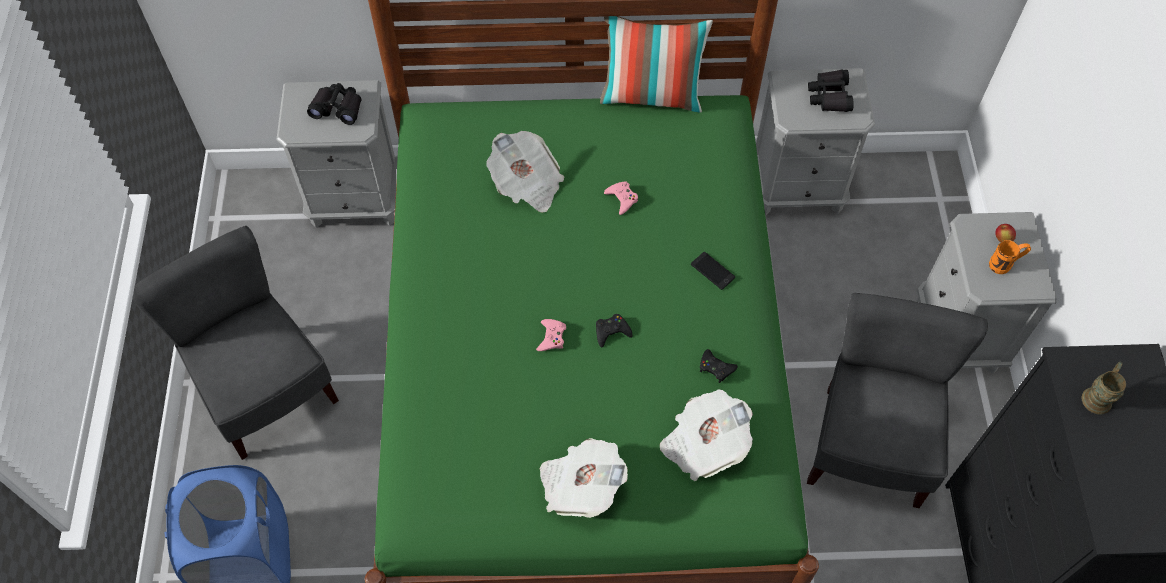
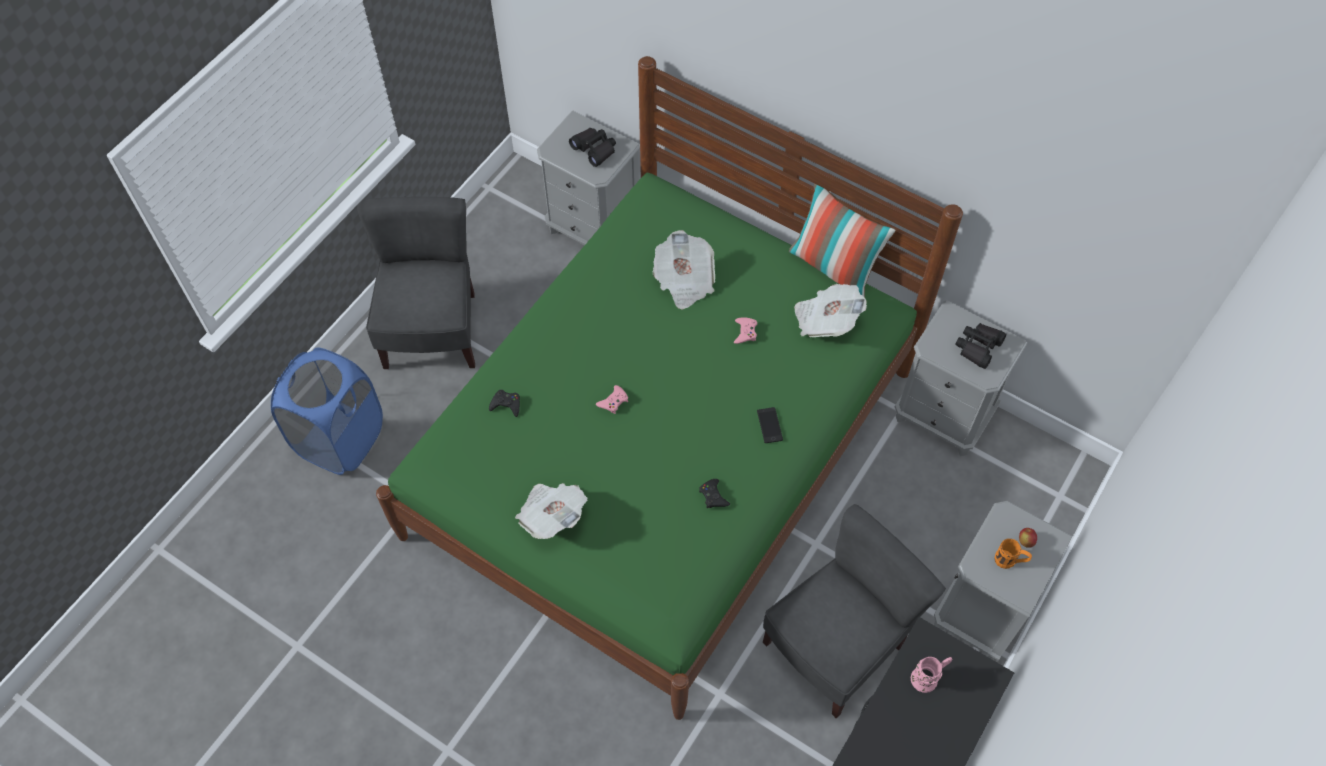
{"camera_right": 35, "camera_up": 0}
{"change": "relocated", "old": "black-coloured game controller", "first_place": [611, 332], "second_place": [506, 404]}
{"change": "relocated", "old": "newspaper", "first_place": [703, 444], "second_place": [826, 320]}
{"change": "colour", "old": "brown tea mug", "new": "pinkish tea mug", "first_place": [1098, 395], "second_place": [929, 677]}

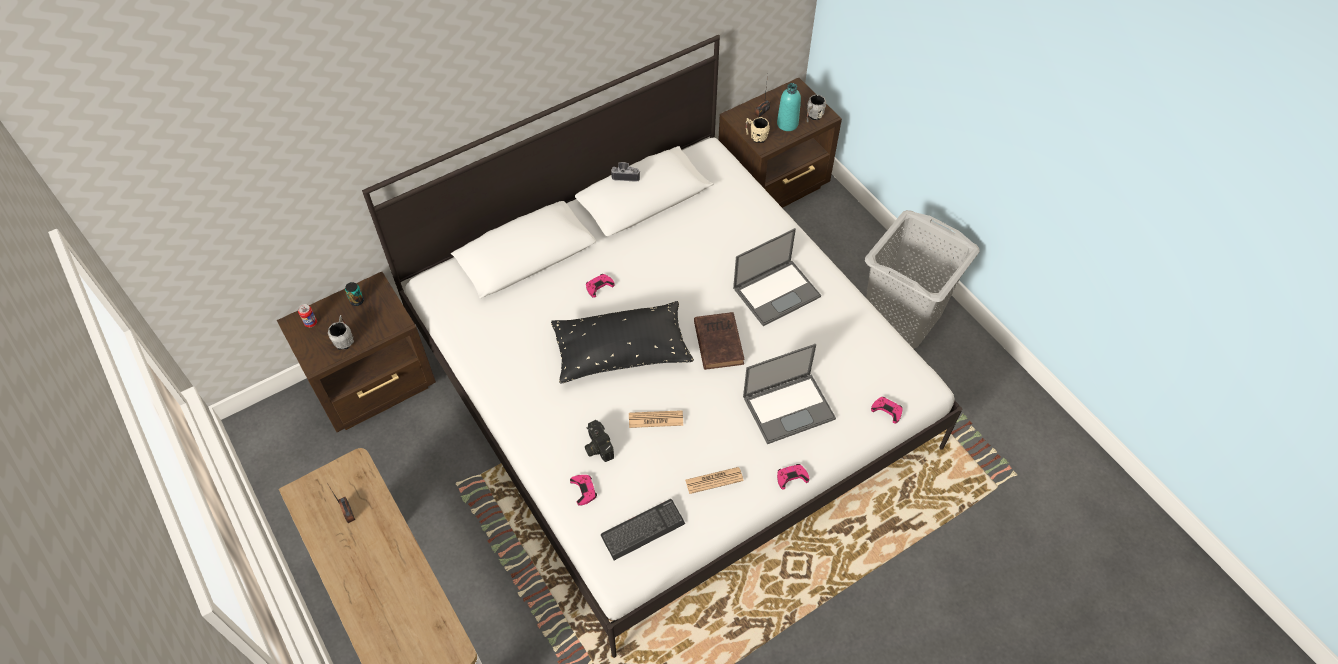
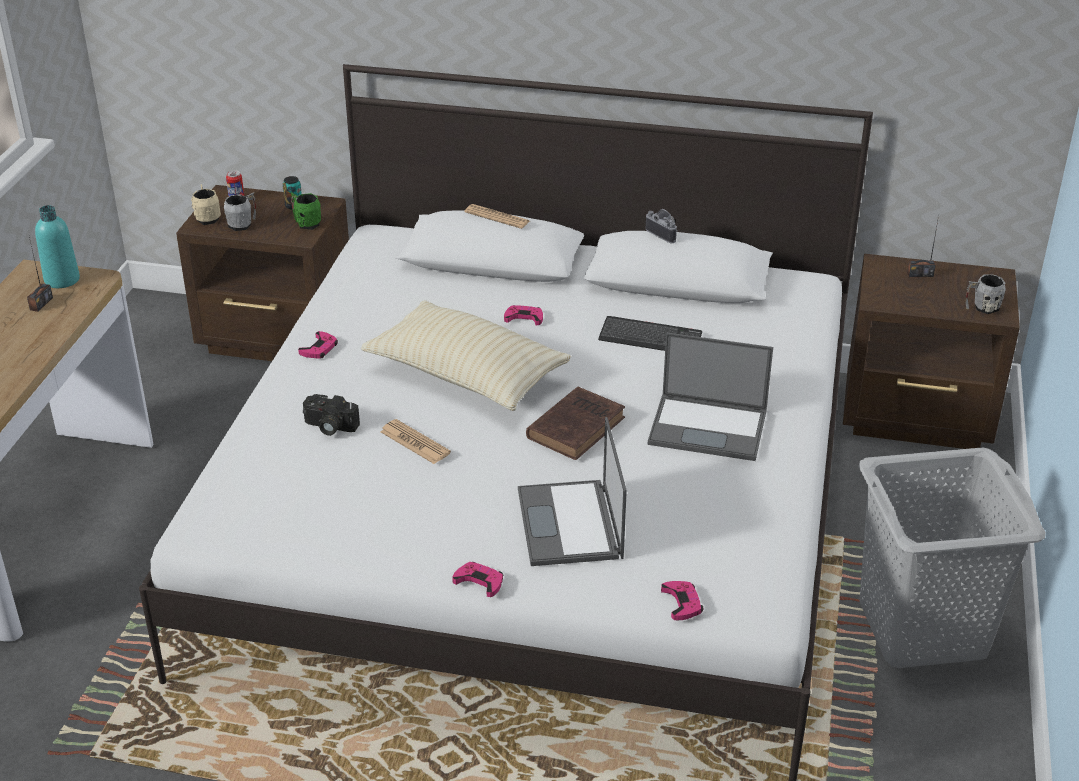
{"camera_right": 45, "camera_up": -20}
{"change": "relocated", "old": "turquoise bottle", "first_place": [787, 124], "second_place": [62, 280]}
{"change": "relocated", "old": "beige tea mug", "first_place": [756, 137], "second_place": [207, 217]}
{"change": "appeared", "new": "green tea mug", "second_place": [306, 223]}
{"change": "relocated", "old": "pinkish game controller", "first_place": [584, 490], "second_place": [319, 349]}
{"change": "spun", "old": "photo camera", "first_place": [597, 446], "second_place": [329, 427], "degrees": -90}
{"change": "colour", "old": "black-coloured pillow", "new": "beige pillow", "first_place": [621, 352], "second_place": [466, 375]}
{"change": "relocated", "old": "newspaper", "first_place": [714, 480], "second_place": [497, 217]}
{"change": "spun", "old": "notebook computer", "first_place": [789, 407], "second_place": [570, 525], "degrees": 60}
{"change": "relocated", "old": "PC keyboard", "first_place": [643, 530], "second_place": [650, 338]}

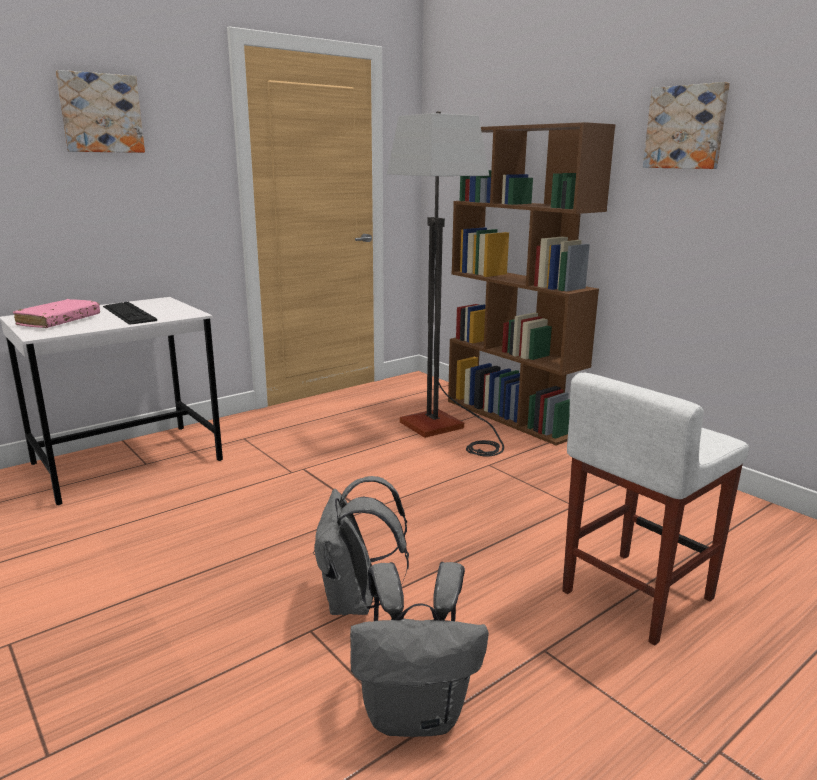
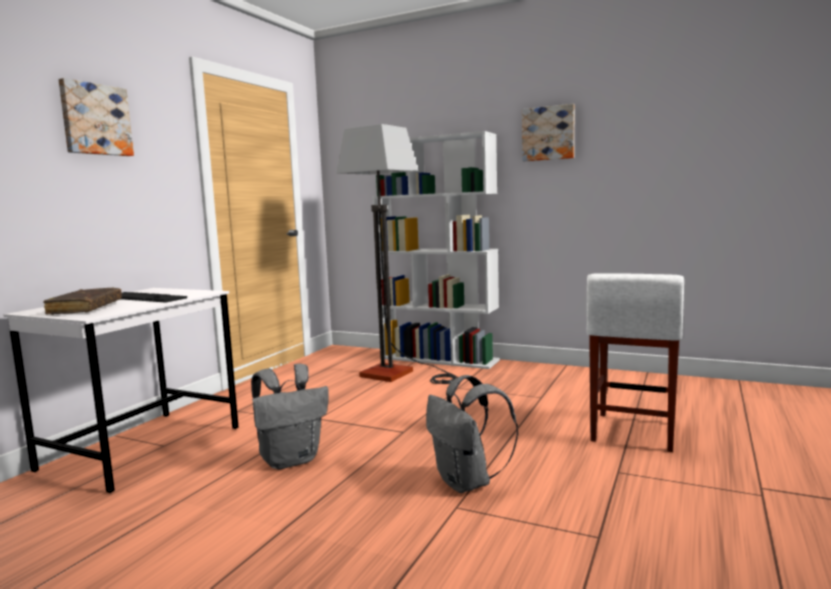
{"camera_right": -25, "camera_up": -10}
{"change": "colour", "old": "pinkish book", "new": "brown book", "first_place": [59, 321], "second_place": [85, 308]}
{"change": "relocated", "old": "greyish backpack", "first_place": [416, 714], "second_place": [291, 460]}
{"change": "colour", "old": "brown bookshelf", "new": "white-coloured bookshelf", "first_place": [513, 417], "second_place": [439, 359]}

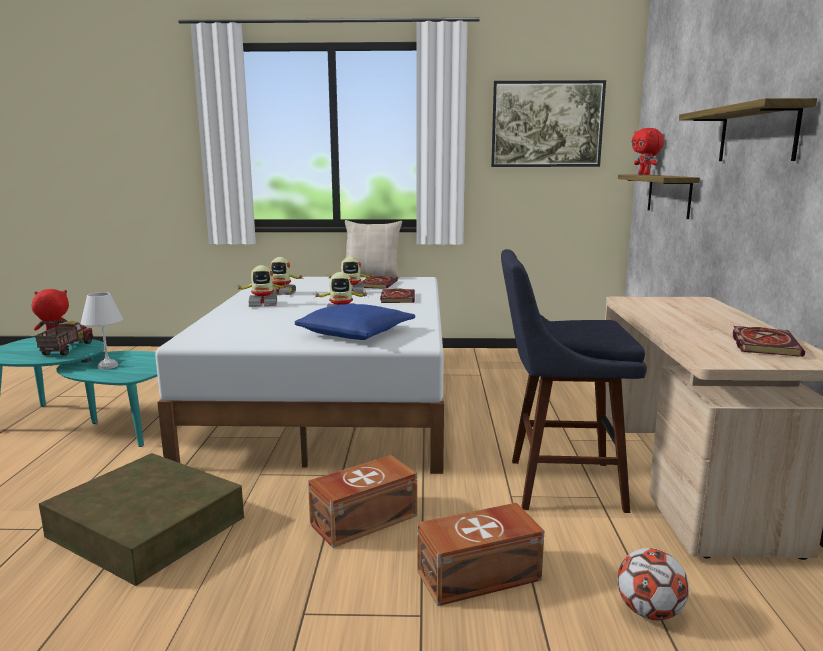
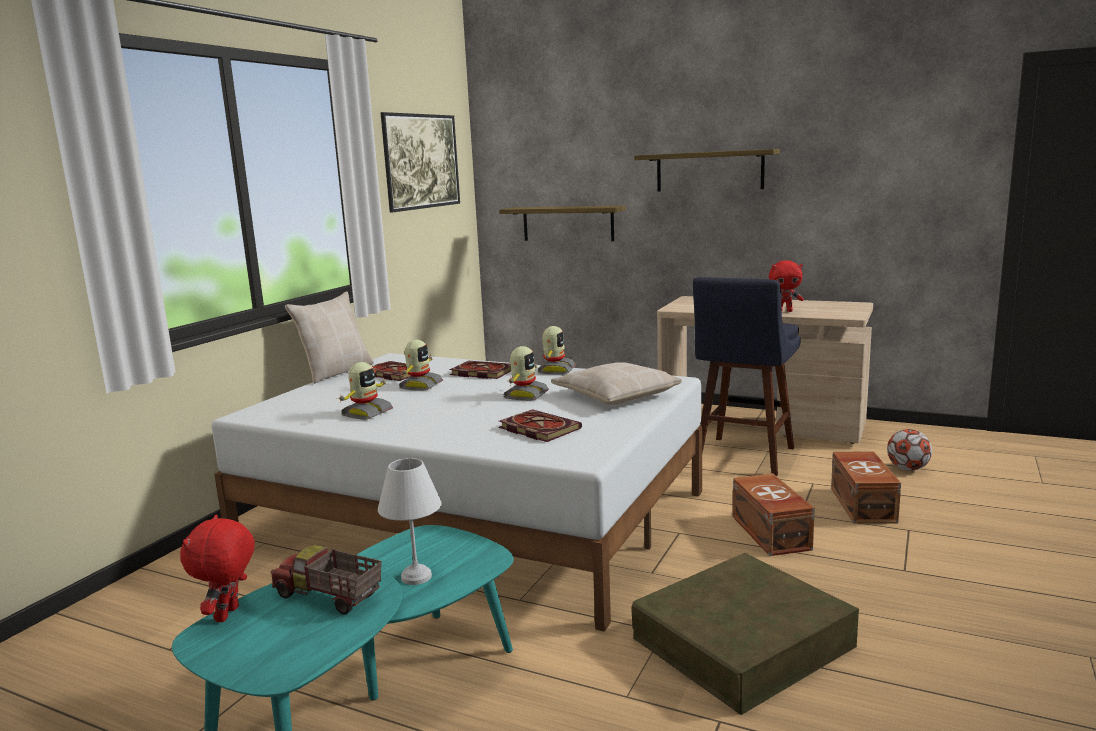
{"camera_right": -65, "camera_up": 0}
{"change": "relocated", "old": "book", "first_place": [763, 344], "second_place": [537, 429]}
{"change": "relocated", "old": "model robot", "first_place": [263, 304], "second_place": [555, 370]}
{"change": "colour", "old": "blue pillow", "new": "beige pillow", "first_place": [356, 332], "second_place": [615, 395]}
{"change": "relocated", "old": "reddish plush toy", "first_place": [645, 174], "second_place": [784, 311]}

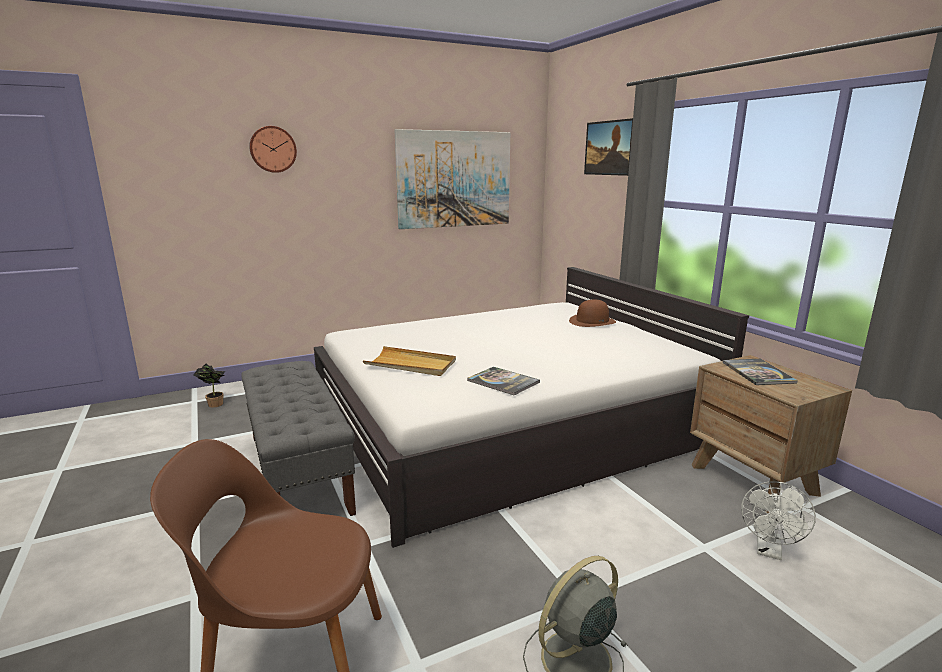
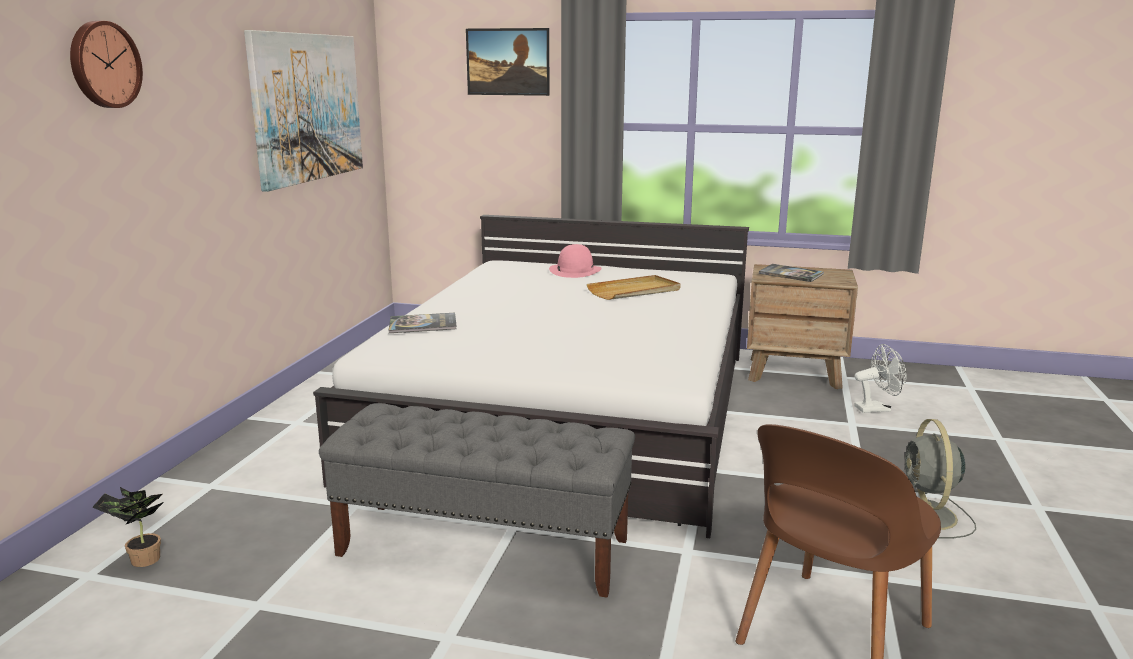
{"camera_right": -50, "camera_up": 0}
{"change": "relocated", "old": "book", "first_place": [503, 382], "second_place": [423, 324]}
{"change": "colour", "old": "brown wearable hat", "new": "pinkish wearable hat", "first_place": [592, 321], "second_place": [575, 270]}
{"change": "relocated", "old": "beige carrying tray", "first_place": [411, 364], "second_place": [634, 291]}
{"change": "spun", "old": "white-coloured cooling fan", "first_place": [769, 551], "second_place": [877, 408], "degrees": -75}

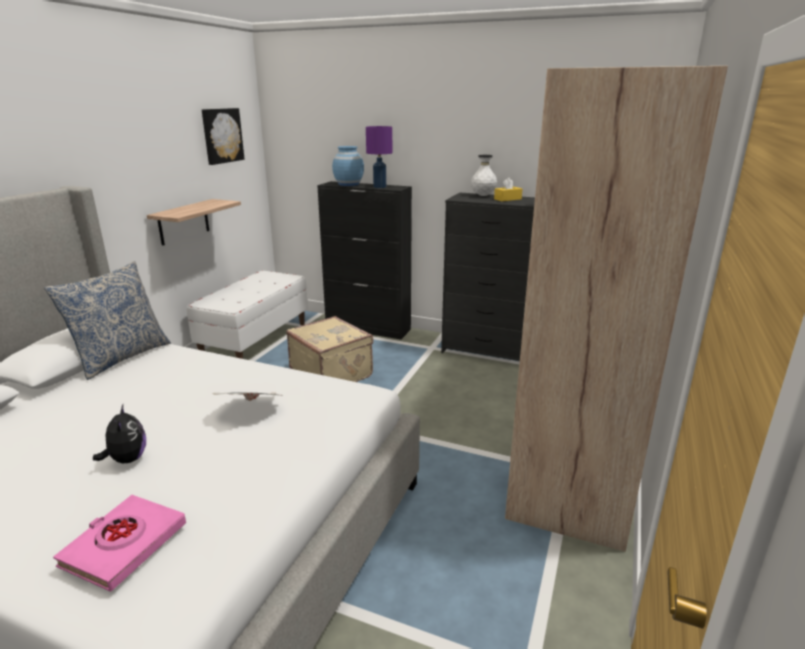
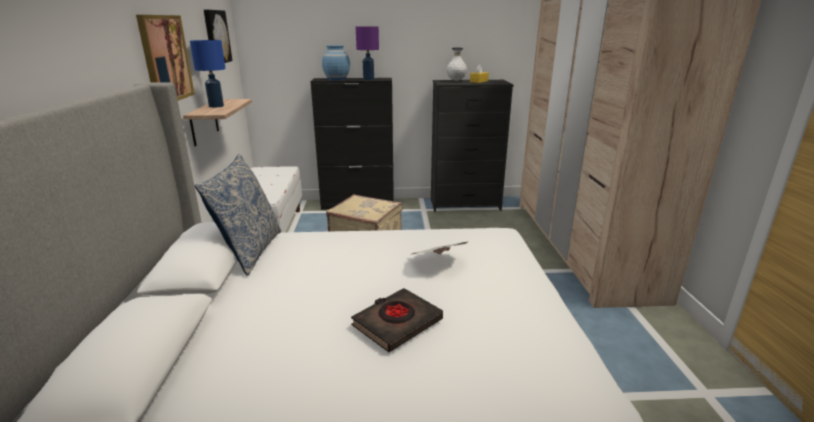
{"camera_right": -25, "camera_up": 0}
{"change": "appeared", "new": "wall picture", "second_place": [165, 59]}
{"change": "appeared", "new": "blue lamp for a table", "second_place": [217, 106]}
{"change": "exchanged", "old": "plush toy", "new": "black-coloured book", "first_place": [127, 459], "second_place": [397, 323]}
{"change": "missing", "old": "pinkish book", "first_place": [124, 545]}

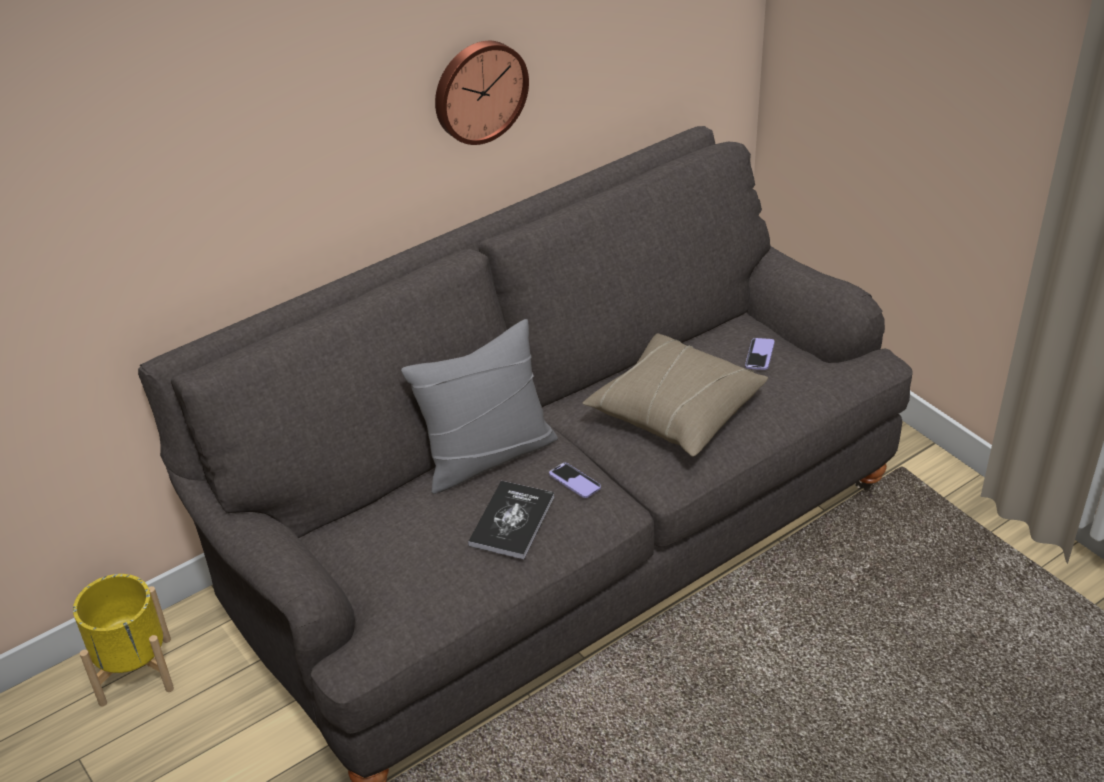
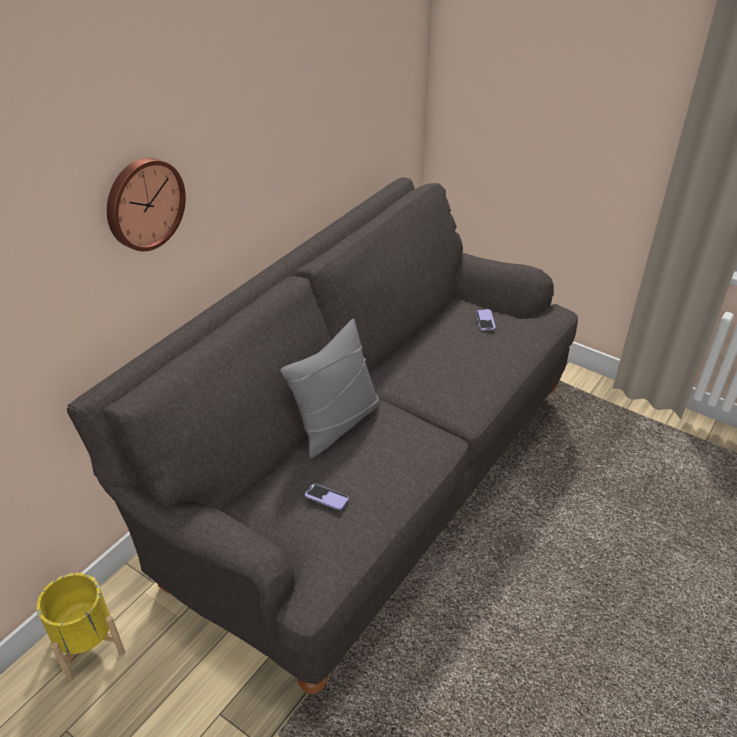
{"camera_right": -20, "camera_up": 0}
{"change": "relocated", "old": "clock on the wall", "first_place": [478, 91], "second_place": [143, 203]}
{"change": "relocated", "old": "telephone", "first_place": [575, 481], "second_place": [327, 497]}
{"change": "missing", "old": "book", "first_place": [512, 521]}
{"change": "missing", "old": "beige pillow", "first_place": [675, 411]}

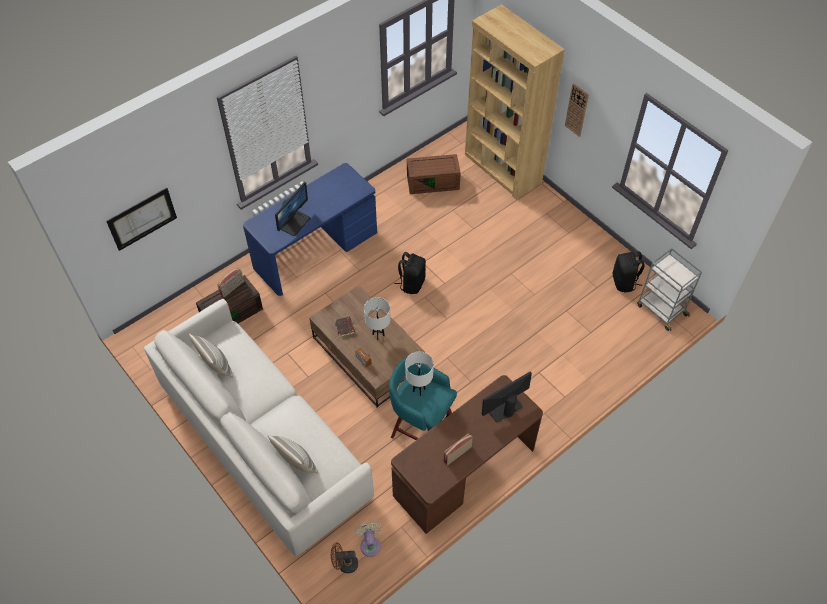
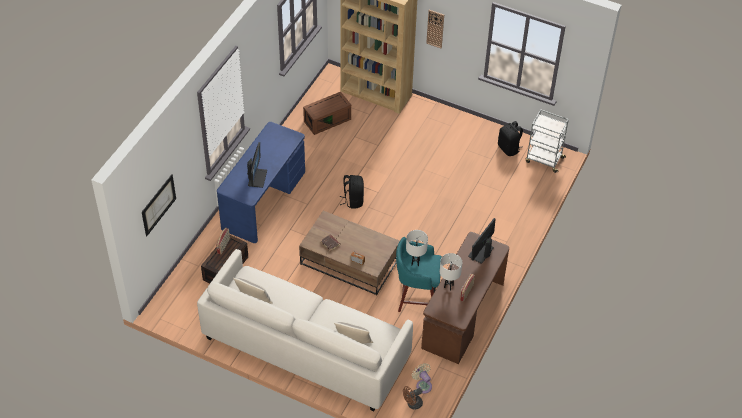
{"camera_right": -25, "camera_up": -5}
{"change": "relocated", "old": "white-coloured lamp for a table", "first_place": [378, 335], "second_place": [448, 286]}

